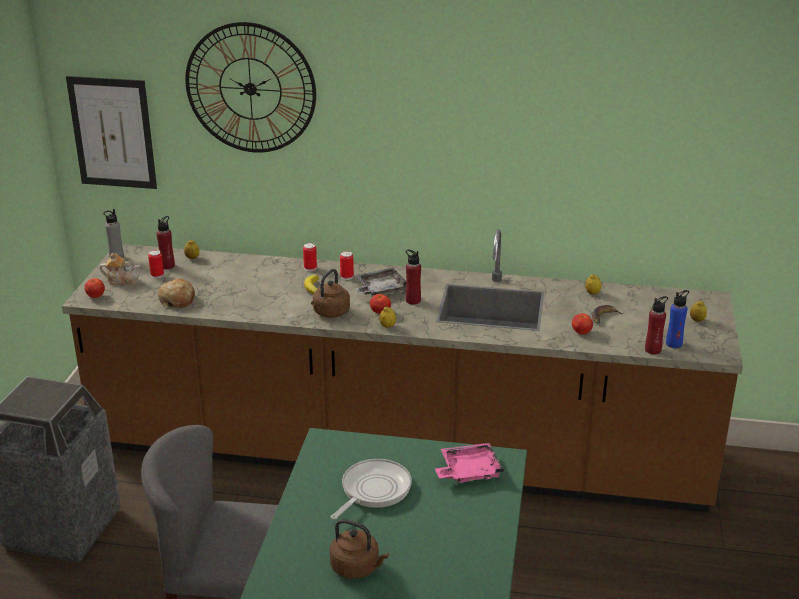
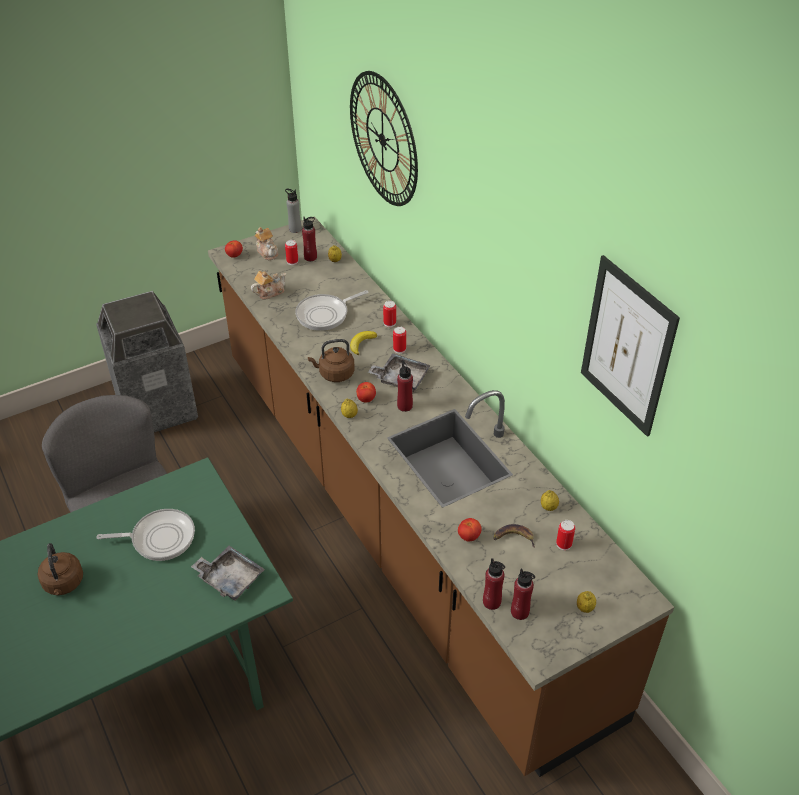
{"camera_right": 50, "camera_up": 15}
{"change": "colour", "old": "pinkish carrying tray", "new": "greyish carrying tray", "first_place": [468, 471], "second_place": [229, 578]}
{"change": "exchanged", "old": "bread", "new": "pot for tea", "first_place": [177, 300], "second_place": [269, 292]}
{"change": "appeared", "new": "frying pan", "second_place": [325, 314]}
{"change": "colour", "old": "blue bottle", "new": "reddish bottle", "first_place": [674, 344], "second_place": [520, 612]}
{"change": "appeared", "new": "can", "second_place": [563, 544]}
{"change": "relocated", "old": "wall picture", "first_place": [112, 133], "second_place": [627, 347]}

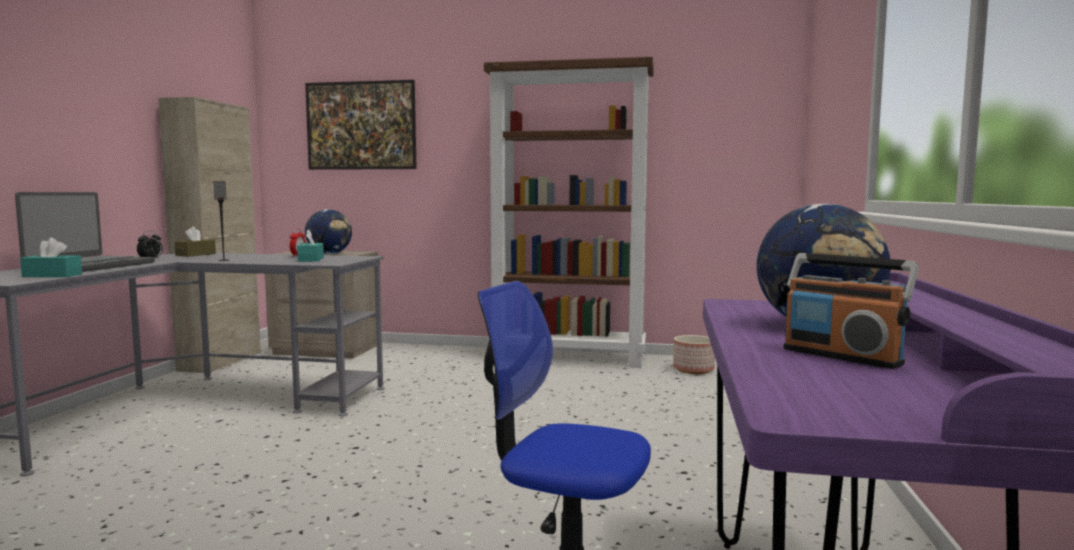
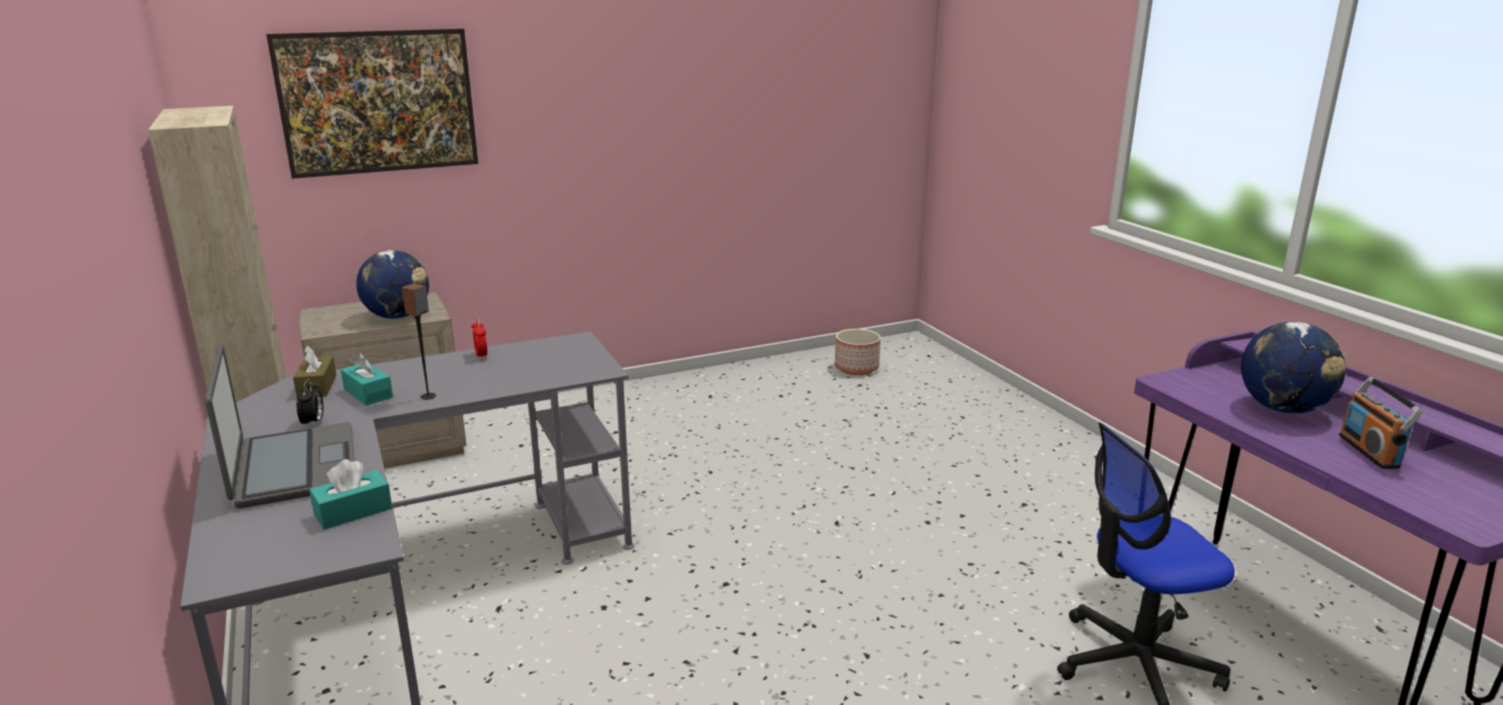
{"camera_right": -35, "camera_up": 15}
{"change": "relocated", "old": "turquoise tissue holder", "first_place": [311, 259], "second_place": [368, 393]}
{"change": "spun", "old": "radio", "first_place": [842, 356], "second_place": [1369, 451], "degrees": 75}
{"change": "missing", "old": "brown bookshelf", "first_place": [569, 358]}

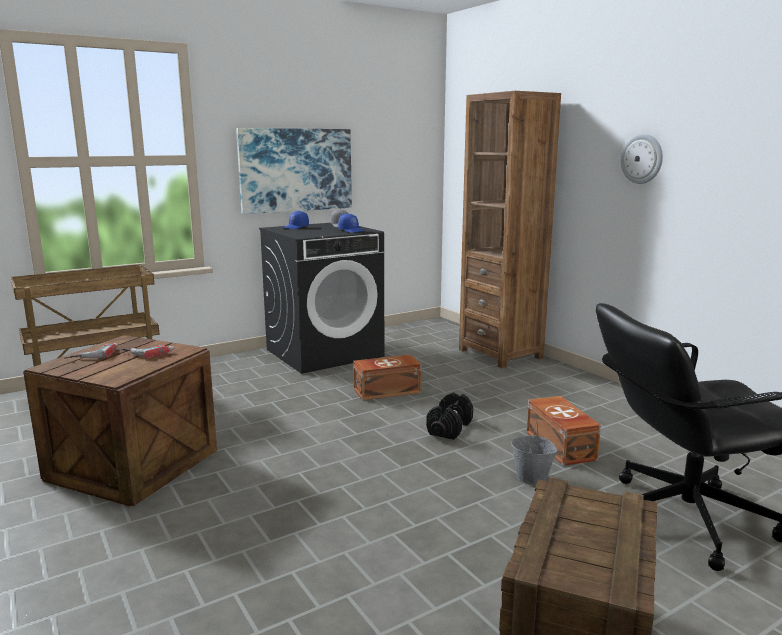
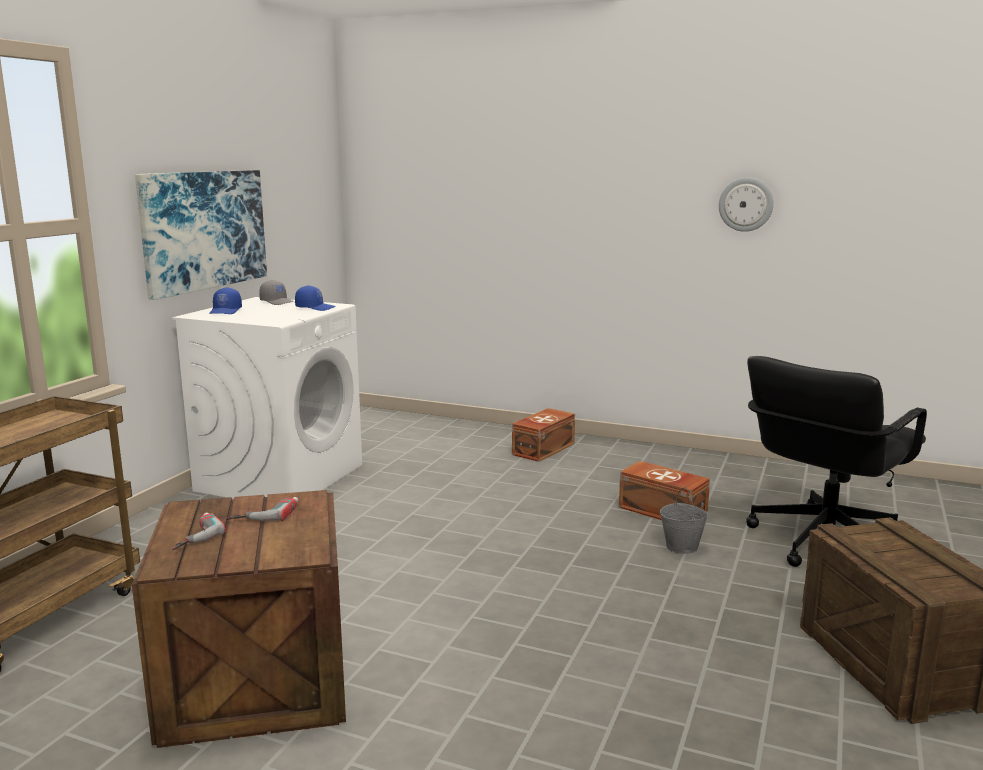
{"camera_right": -35, "camera_up": 0}
{"change": "colour", "old": "black-coloured laundry appliance", "new": "white-coloured laundry appliance", "first_place": [325, 353], "second_place": [280, 477]}
{"change": "relocated", "old": "brown storage bin", "first_place": [386, 390], "second_place": [542, 449]}
{"change": "relocated", "old": "clock on the wall", "first_place": [642, 159], "second_place": [746, 204]}
{"change": "missing", "old": "black-coloured dumbbell", "first_place": [449, 428]}
{"change": "missing", "old": "brown bookshelf", "first_place": [500, 354]}

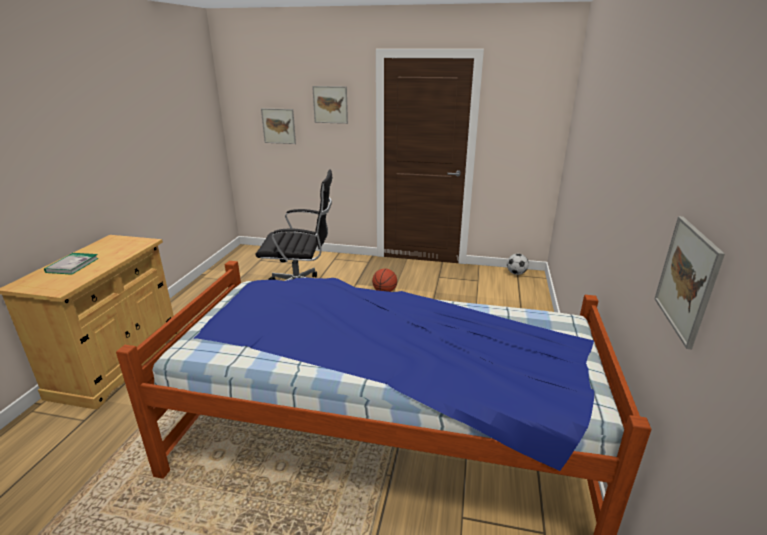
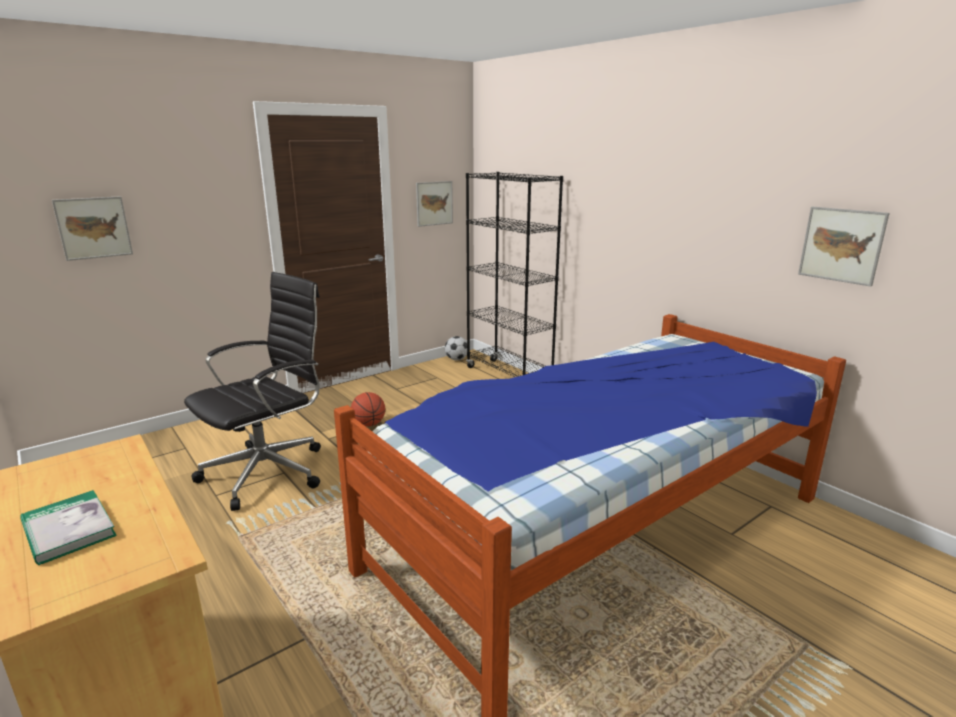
{"camera_right": -50, "camera_up": -5}
{"change": "relocated", "old": "wall picture", "first_place": [330, 104], "second_place": [434, 203]}
{"change": "appeared", "new": "black-coloured bookshelf", "second_place": [509, 376]}

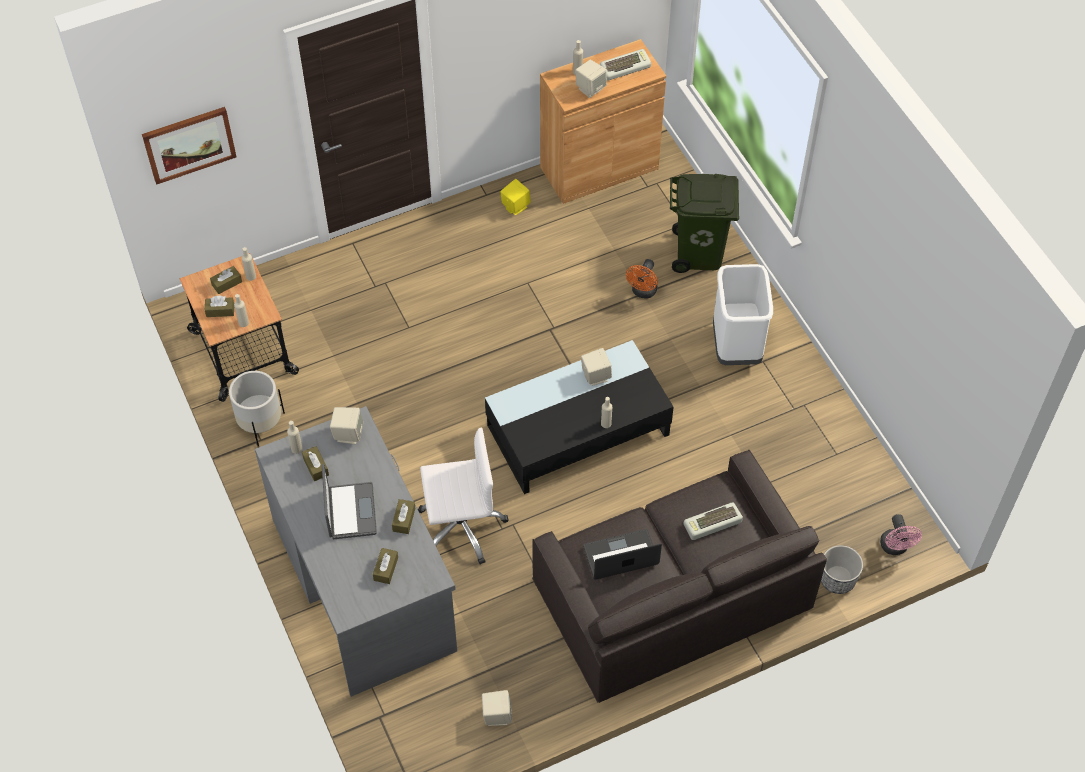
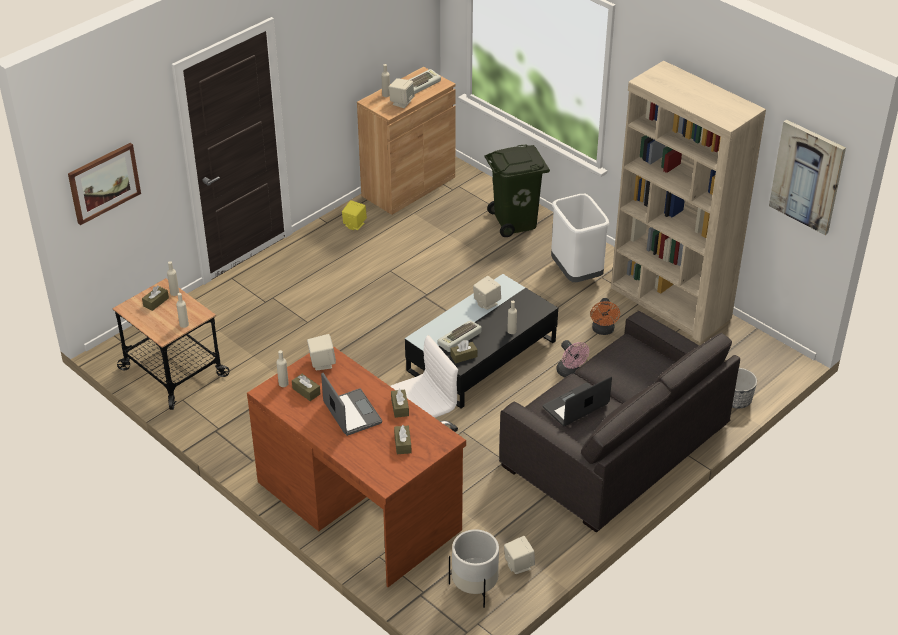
{"camera_right": -20, "camera_up": -15}
{"change": "colour", "old": "greyish desk table", "new": "brown desk table", "first_place": [364, 583], "second_place": [359, 504]}
{"change": "relocated", "old": "PC keyboard", "first_place": [712, 524], "second_place": [460, 339]}
{"change": "relocated", "old": "white-coloured plant pot", "first_place": [260, 424], "second_place": [475, 587]}
{"change": "relocated", "old": "brown tissue holder", "first_place": [220, 310], "second_place": [463, 356]}
{"change": "relocated", "old": "pinkish cooling fan", "first_place": [895, 548], "second_place": [570, 373]}
{"change": "relocated", "old": "orangey cooling fan", "first_place": [643, 292], "second_place": [603, 331]}
{"change": "appeared", "new": "beige bookshelf", "second_place": [670, 303]}
{"change": "appeared", "new": "wall picture", "second_place": [807, 176]}

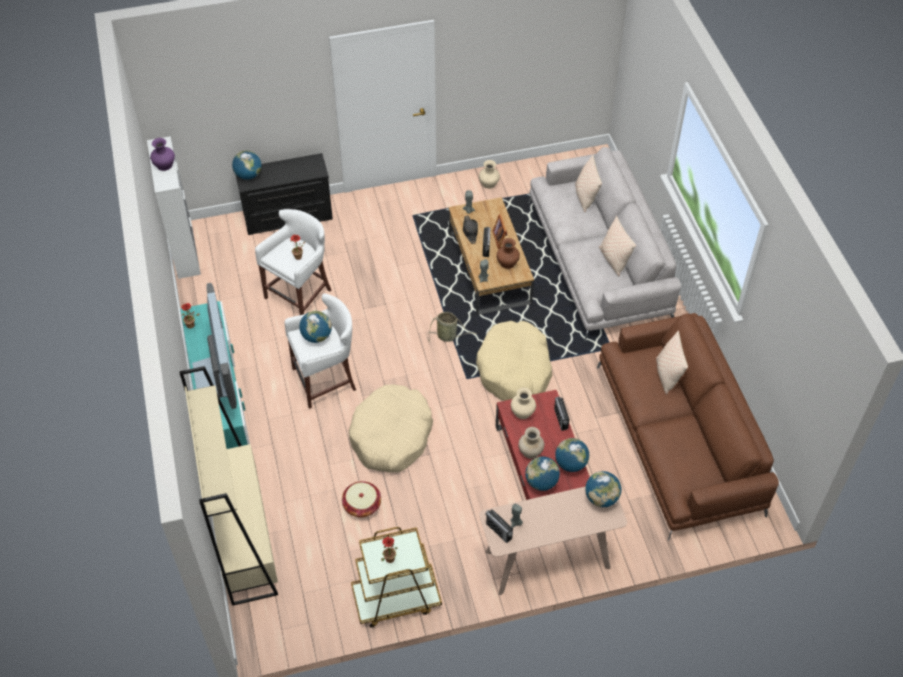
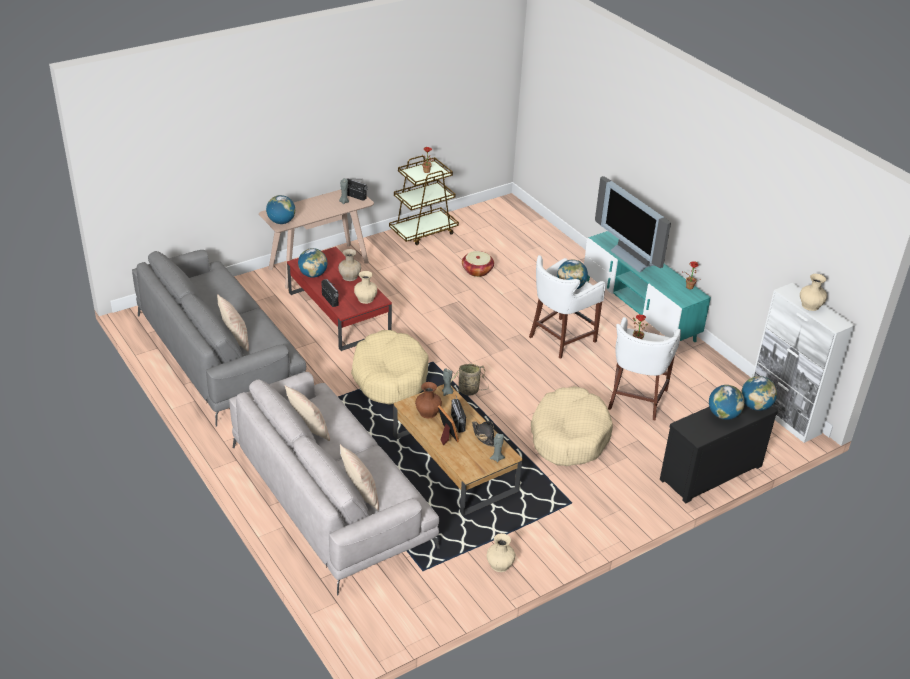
{"camera_right": 160, "camera_up": -15}
{"change": "colour", "old": "brown couch", "new": "greyish couch", "first_place": [679, 439], "second_place": [219, 353]}
{"change": "relocated", "old": "beige pet bed", "first_place": [391, 436], "second_place": [569, 436]}
{"change": "relocated", "old": "desk globe", "first_place": [541, 482], "second_place": [723, 415]}
{"change": "colour", "old": "purple-coloured vase", "new": "beige vase", "first_place": [164, 165], "second_place": [810, 306]}
{"change": "missing", "old": "beige bookshelf", "first_place": [244, 537]}

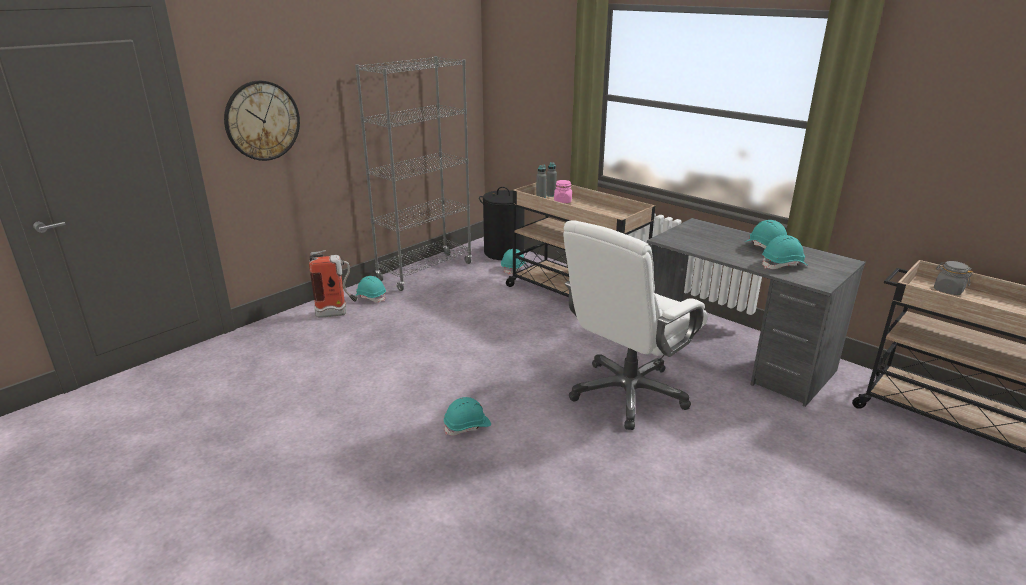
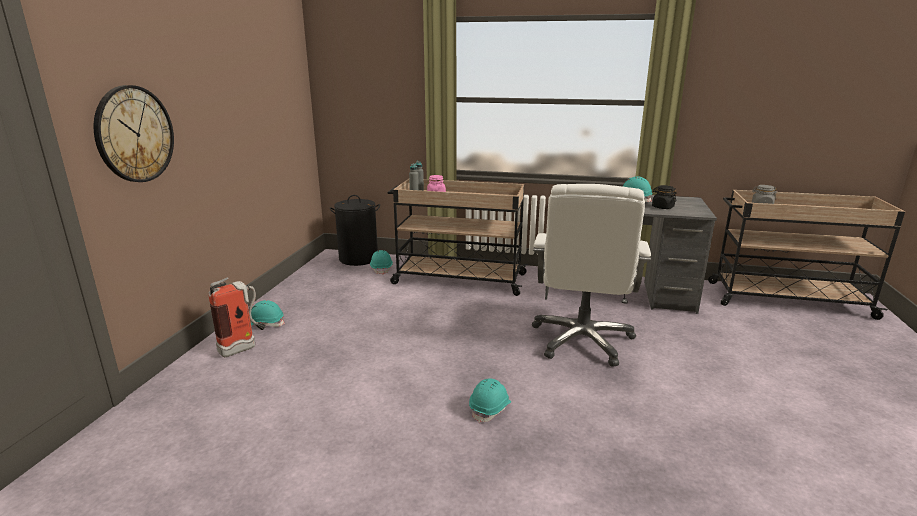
{"camera_right": -30, "camera_up": -5}
{"change": "exchanged", "old": "turquoise work helmet", "new": "black-coloured storage jar", "first_place": [783, 265], "second_place": [662, 207]}
{"change": "missing", "old": "greyish bookshelf", "first_place": [425, 271]}

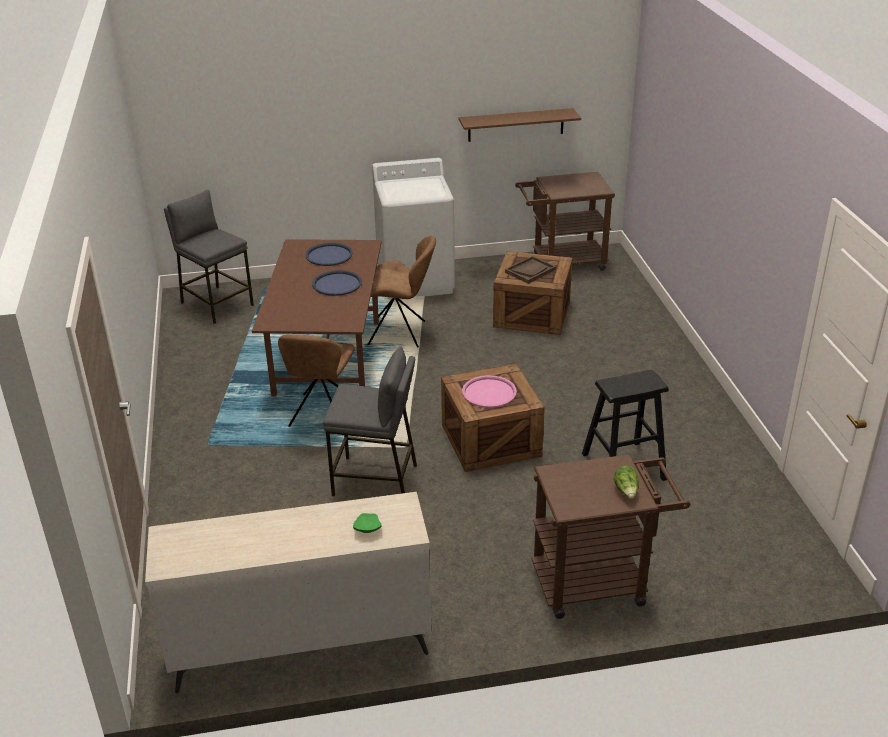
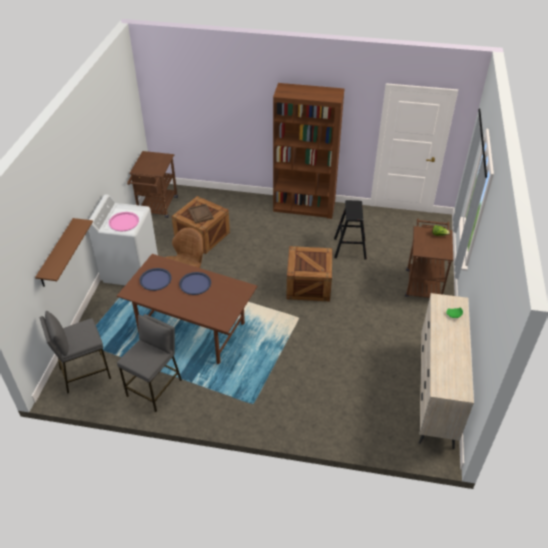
{"camera_right": -70, "camera_up": 10}
{"change": "relocated", "old": "brown bracket shelf", "first_place": [516, 125], "second_place": [57, 253]}
{"change": "relocated", "old": "pinkish carrying tray", "first_place": [489, 392], "second_place": [124, 222]}
{"change": "relocated", "old": "greyish stool", "first_place": [375, 480], "second_place": [155, 388]}
{"change": "appeared", "new": "brown bookshelf", "second_place": [304, 207]}
{"change": "missing", "old": "brown upright chair", "first_place": [322, 415]}

